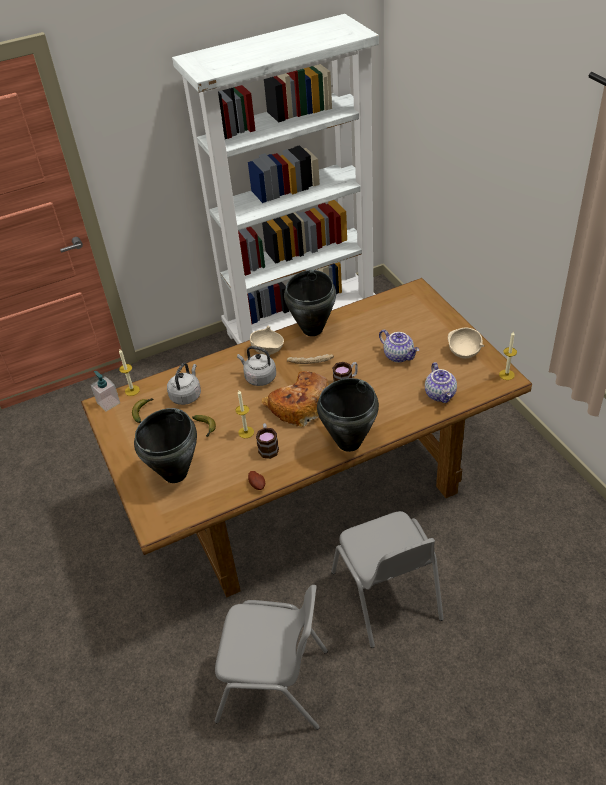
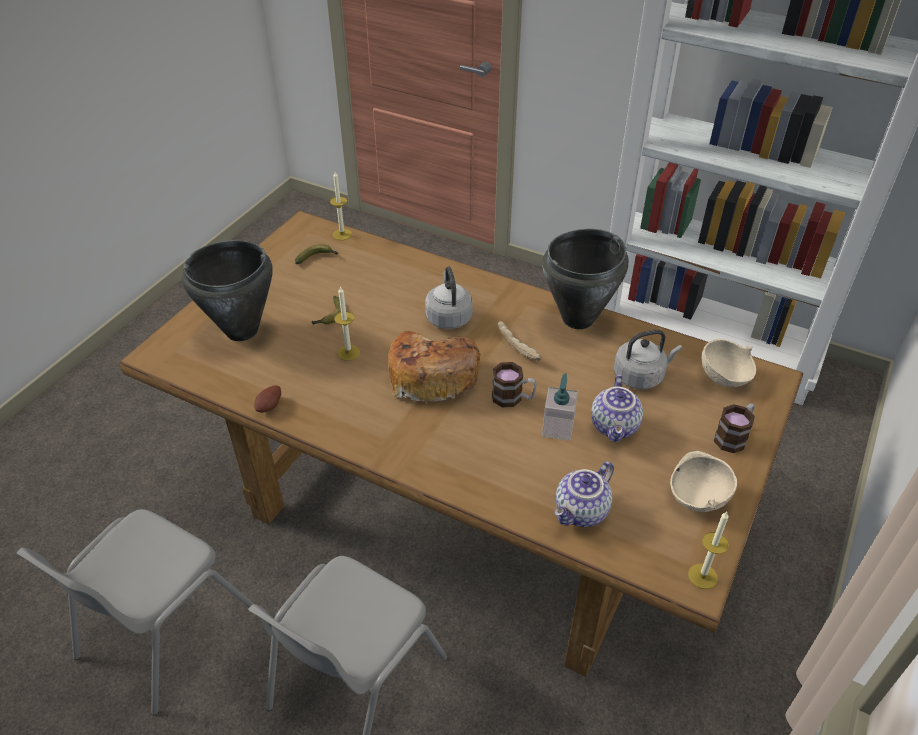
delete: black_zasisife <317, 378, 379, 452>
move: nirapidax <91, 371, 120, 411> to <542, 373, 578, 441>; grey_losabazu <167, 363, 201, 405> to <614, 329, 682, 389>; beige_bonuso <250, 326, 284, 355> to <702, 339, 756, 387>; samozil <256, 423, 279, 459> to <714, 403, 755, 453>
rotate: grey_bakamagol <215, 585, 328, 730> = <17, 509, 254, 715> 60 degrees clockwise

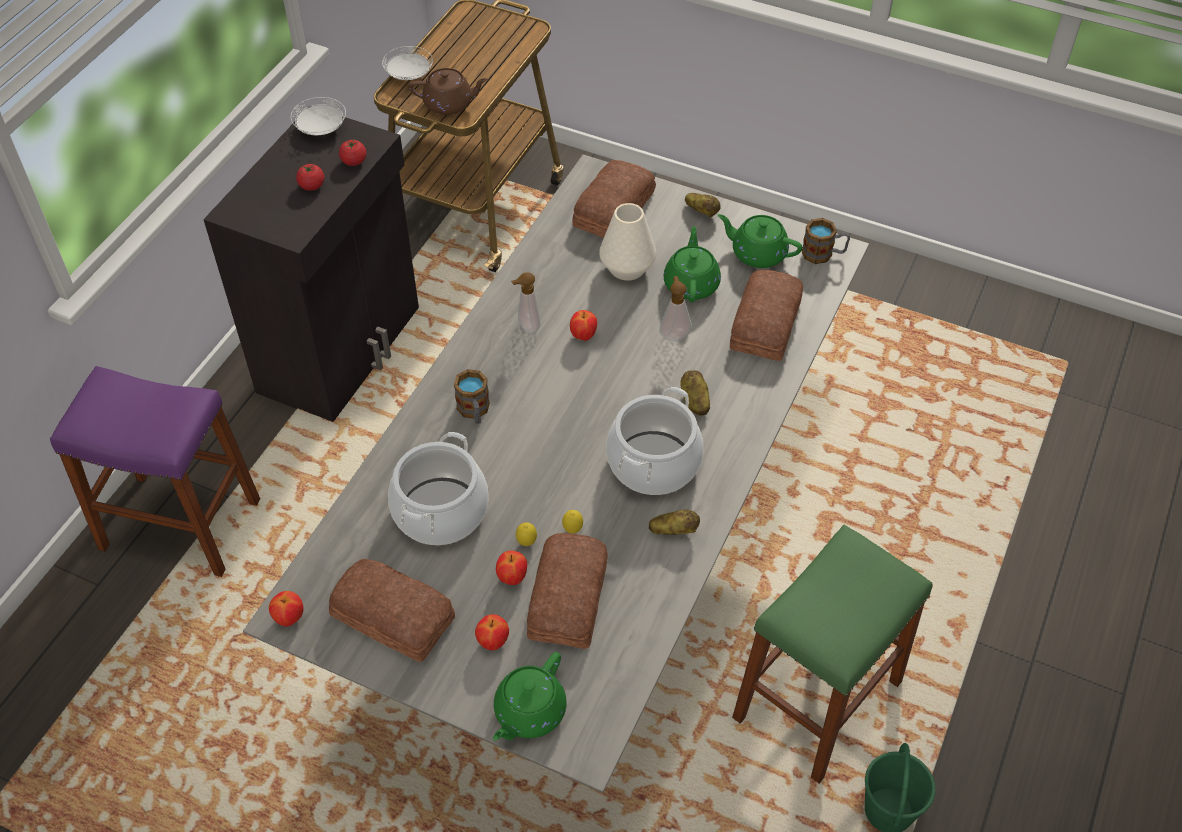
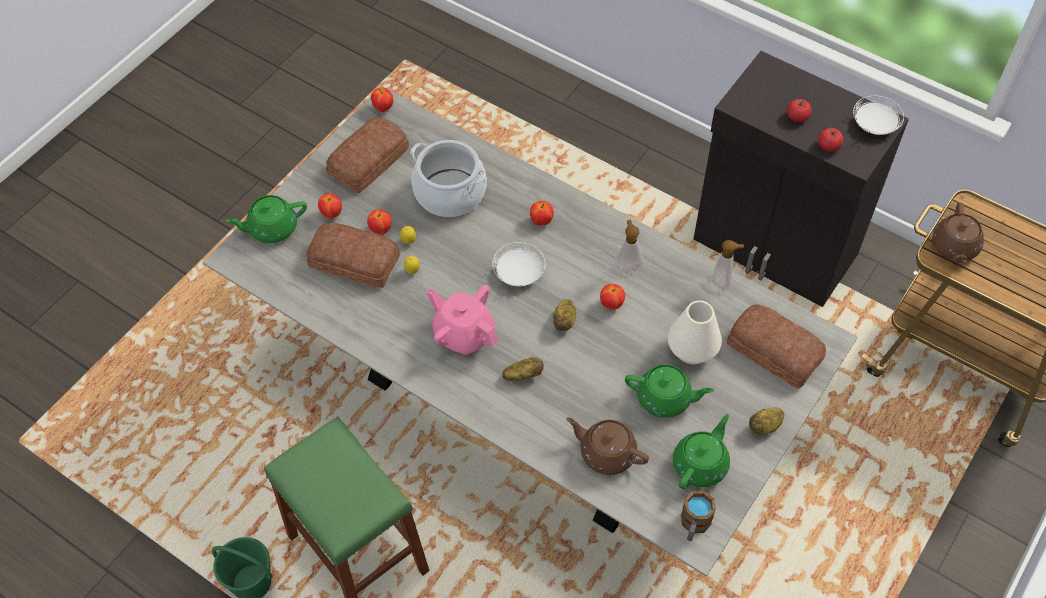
delete: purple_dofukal <50, 366, 260, 577>
move: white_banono <382, 46, 433, 80> to <492, 242, 546, 286>; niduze <649, 509, 700, 535> to <553, 299, 576, 331>; nirapidax <659, 276, 692, 341> to <713, 240, 744, 289>
replace: samozil <454, 369, 490, 424> to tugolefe <530, 201, 554, 226>; zasisife <606, 387, 704, 495> to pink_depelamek <427, 285, 498, 355>; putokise <730, 270, 803, 361> to brown_depelamek <566, 417, 649, 475>
rotate: green_depelamek <493, 652, 567, 741> = <226, 195, 307, 243> 60 degrees counterclockwise

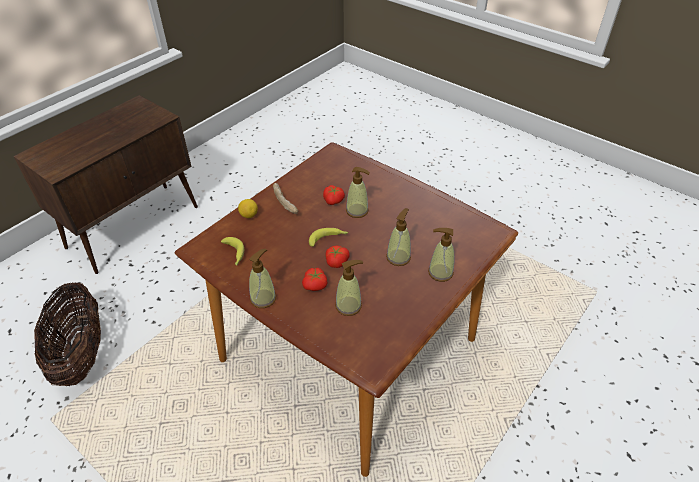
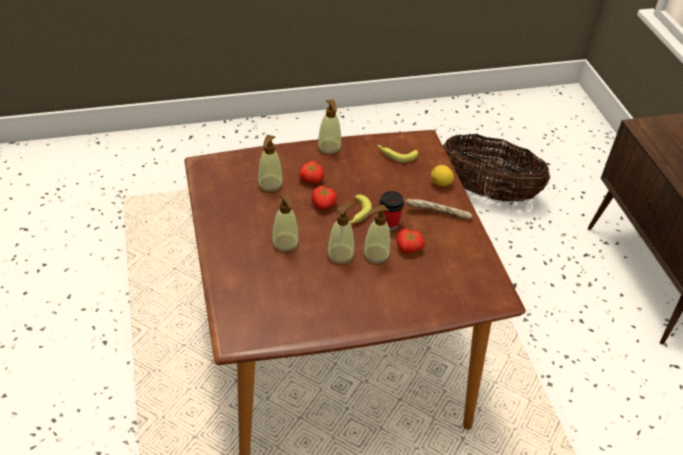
insert: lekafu <379, 191, 404, 230>
move: nirapidax <428, 228, 454, 282> to <326, 202, 356, 265>

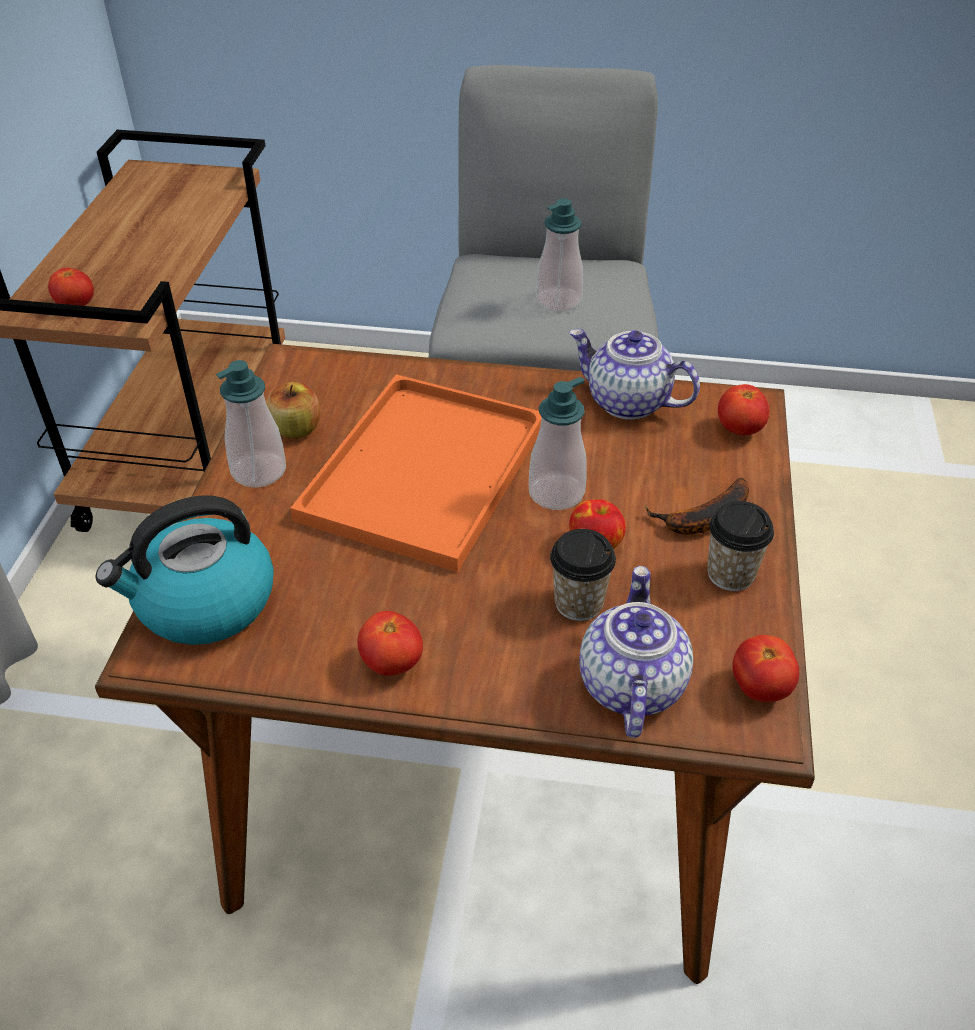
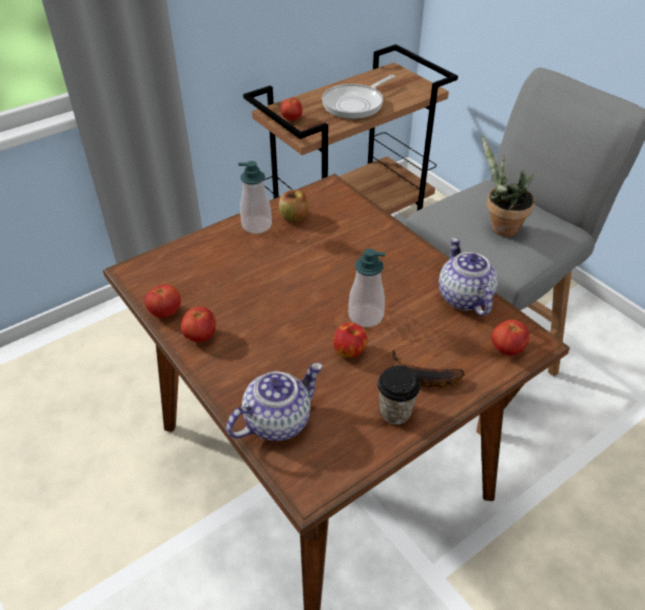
delete: losabazu <96, 495, 274, 645>; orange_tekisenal <290, 374, 541, 572>; lekafu <550, 529, 616, 621>
insert: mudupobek <322, 75, 395, 119>
move: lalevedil <733, 635, 799, 702> to <145, 284, 181, 318>
replace: nirapidax <536, 198, 583, 312> to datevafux <482, 135, 535, 237>

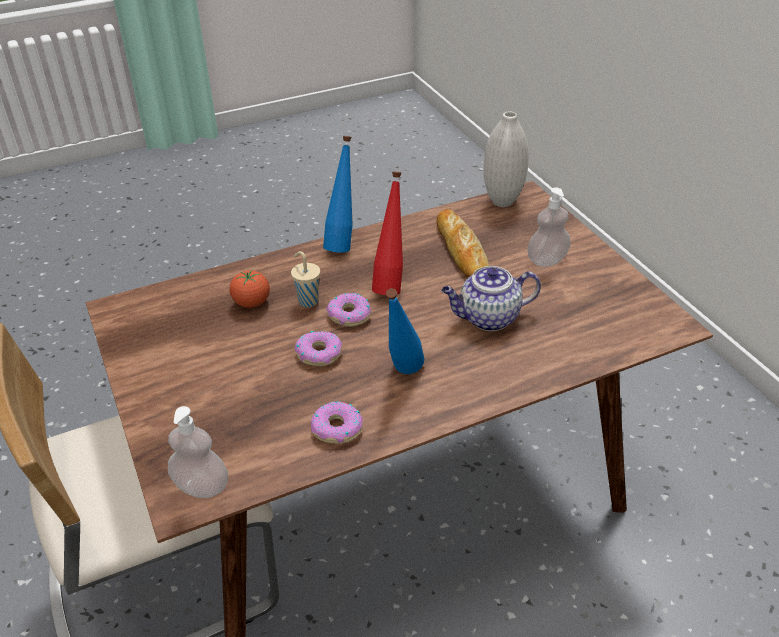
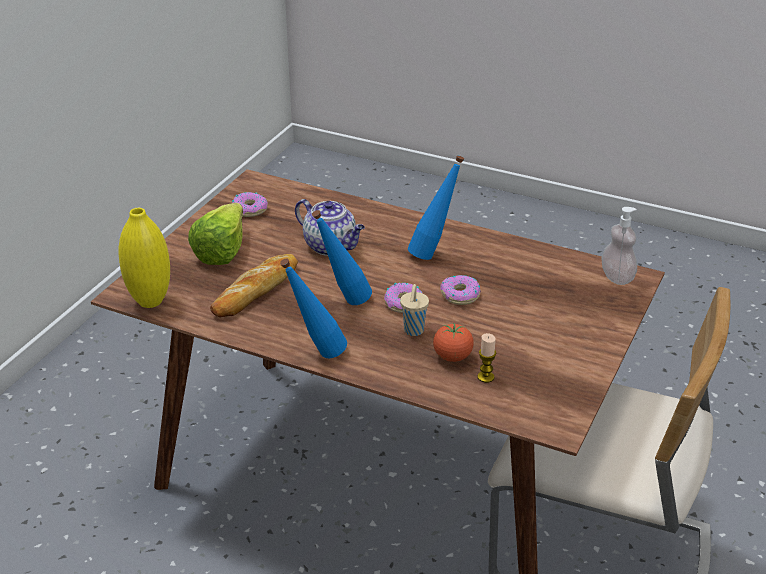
insert: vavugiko <477, 333, 496, 383>
move: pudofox <311, 401, 363, 444> to <232, 192, 268, 217>
replace: nirapidax <527, 187, 571, 267> to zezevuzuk <188, 203, 243, 265>
recolor: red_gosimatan <372, 171, 403, 295> to blue_gosimatan <312, 210, 372, 305>; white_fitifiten <483, 111, 529, 207> to yellow_fitifiten <118, 208, 170, 308>

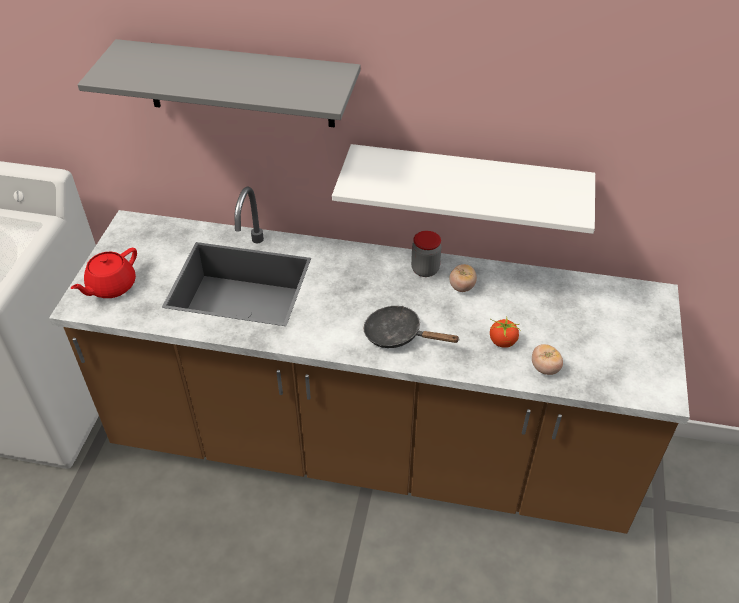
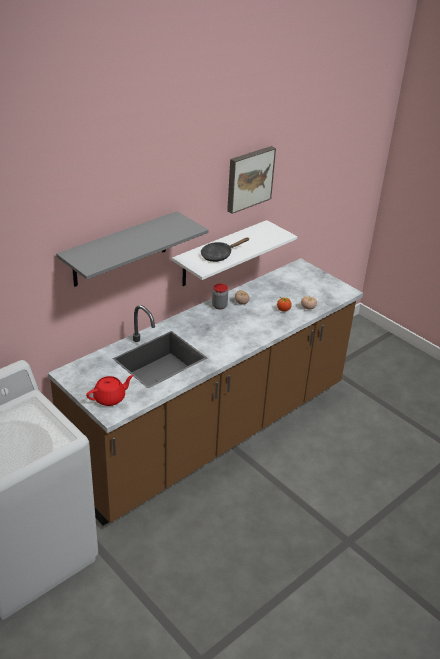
insert: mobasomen <227, 146, 276, 214>
move: black_mudupobek <364, 306, 460, 348> to <201, 237, 249, 262>
rotate: red_depelamek <71, 248, 137, 298> = <86, 375, 134, 406> 105 degrees counterclockwise

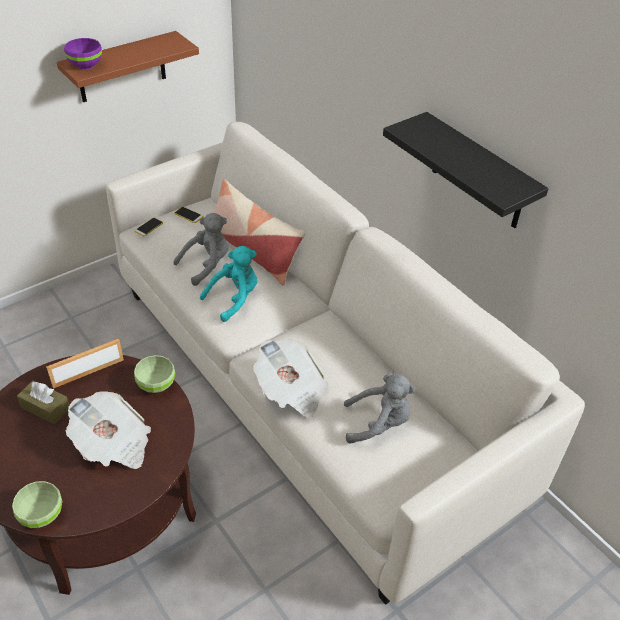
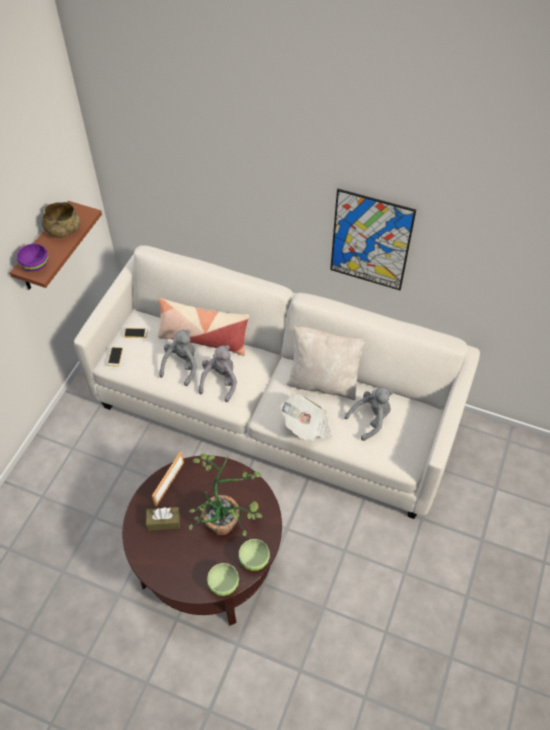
insert: beige_bonuso <41, 202, 81, 238>; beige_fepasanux <287, 326, 366, 400>
move: green_bonuso <134, 355, 175, 393> to <239, 539, 270, 571>
replace: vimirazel <66, 391, 151, 469> to datevafux <189, 453, 263, 536>; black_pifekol <383, 112, 549, 228> to mobasomen <330, 189, 416, 290>
recolor: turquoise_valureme <200, 246, 257, 322> to grey_valureme <199, 345, 237, 402>

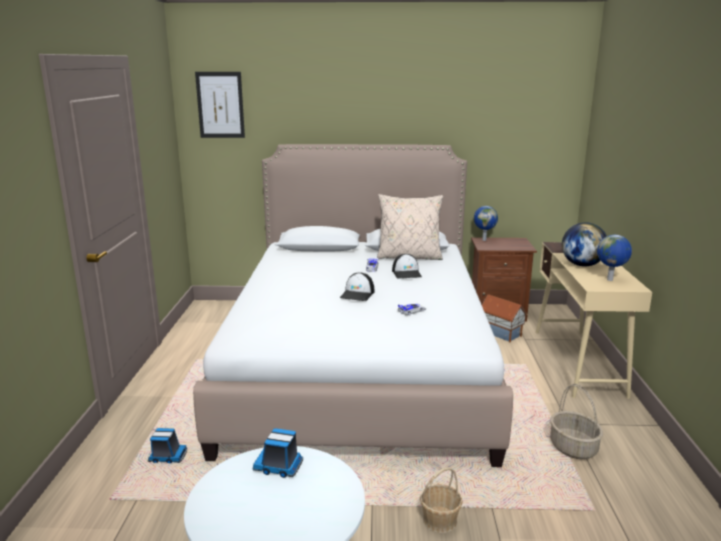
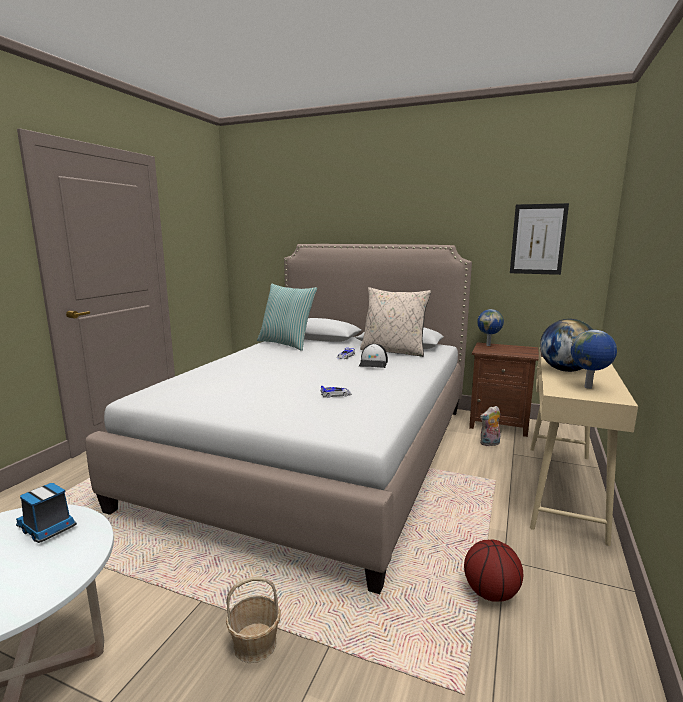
delete: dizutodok <148, 428, 187, 463>; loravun <340, 273, 374, 301>
insert: fepasanux <257, 284, 317, 351>
move: mobasomen <195, 72, 245, 138> to <510, 203, 569, 275>
replace: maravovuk <482, 294, 528, 342> to valureme <480, 406, 500, 446>; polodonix <550, 384, 603, 459> to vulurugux <464, 540, 523, 602>

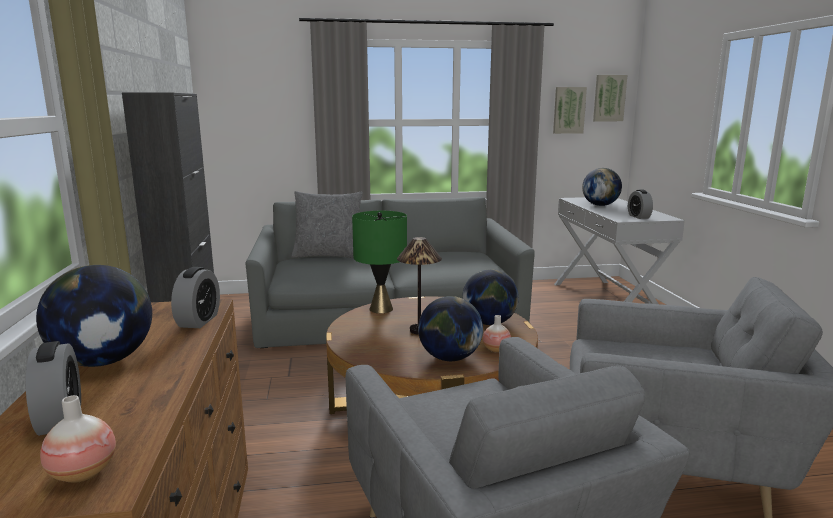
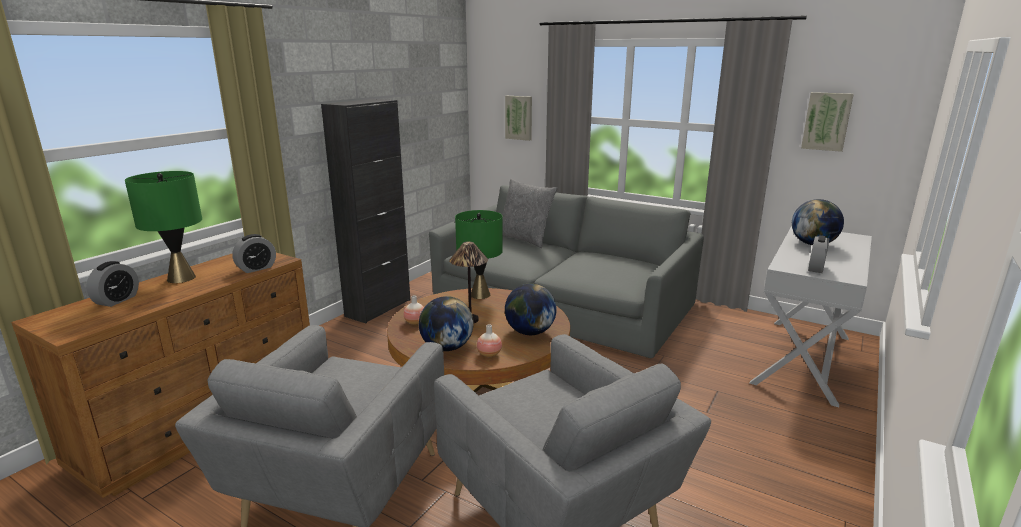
move: fitifiten <40, 395, 116, 483> to <404, 295, 424, 325>; mobasomen <593, 75, 627, 121> to <505, 96, 532, 141>
replace: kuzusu <36, 265, 152, 367> to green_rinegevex <125, 171, 202, 283>

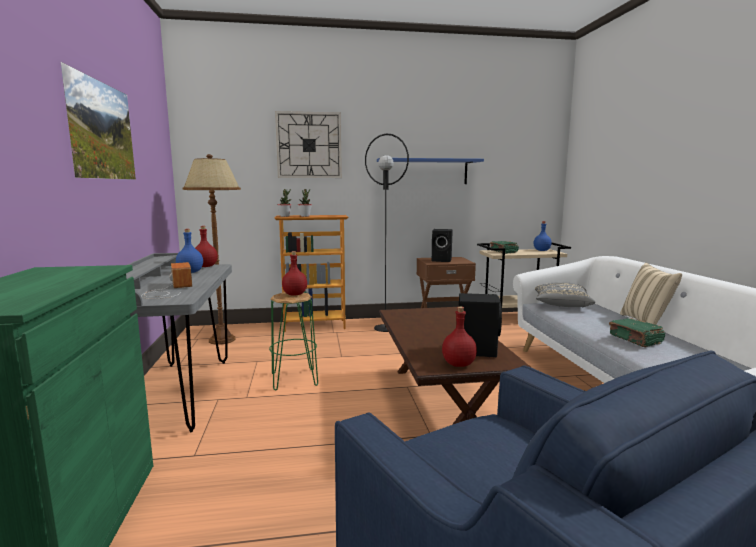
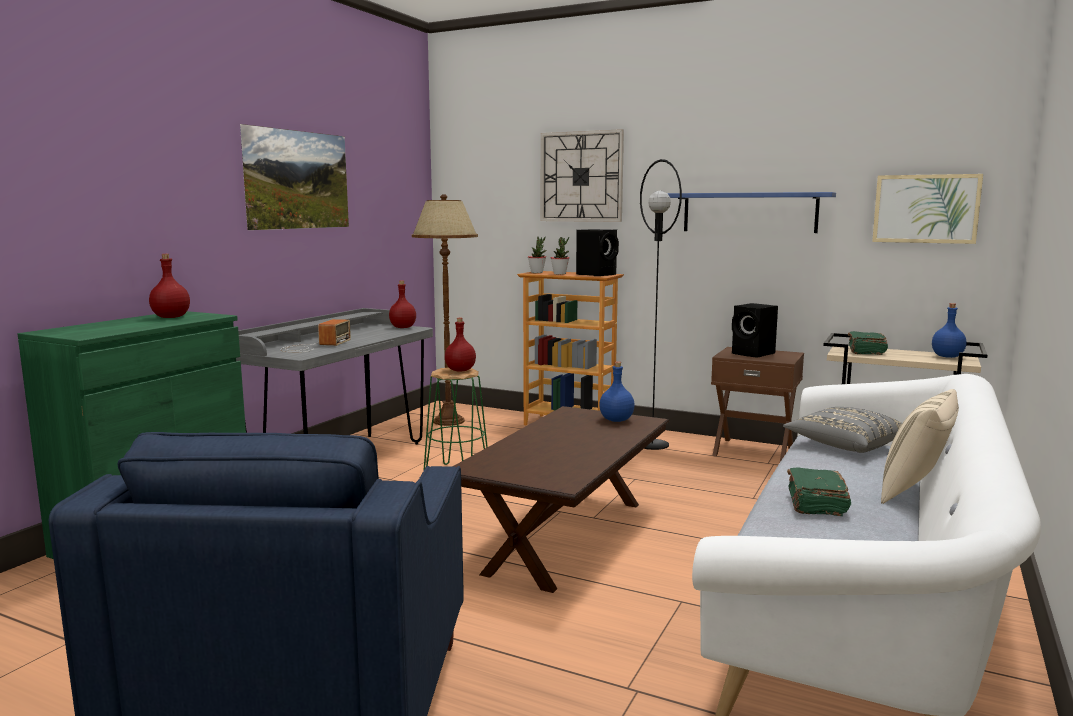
insert: mobasomen <872, 174, 983, 244>
move: blue_gosimatan <176, 229, 203, 273> to <599, 361, 635, 422>; red_gosimatan <442, 306, 477, 367> to <149, 254, 190, 318>; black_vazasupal <459, 293, 502, 357> to <576, 229, 619, 276>

